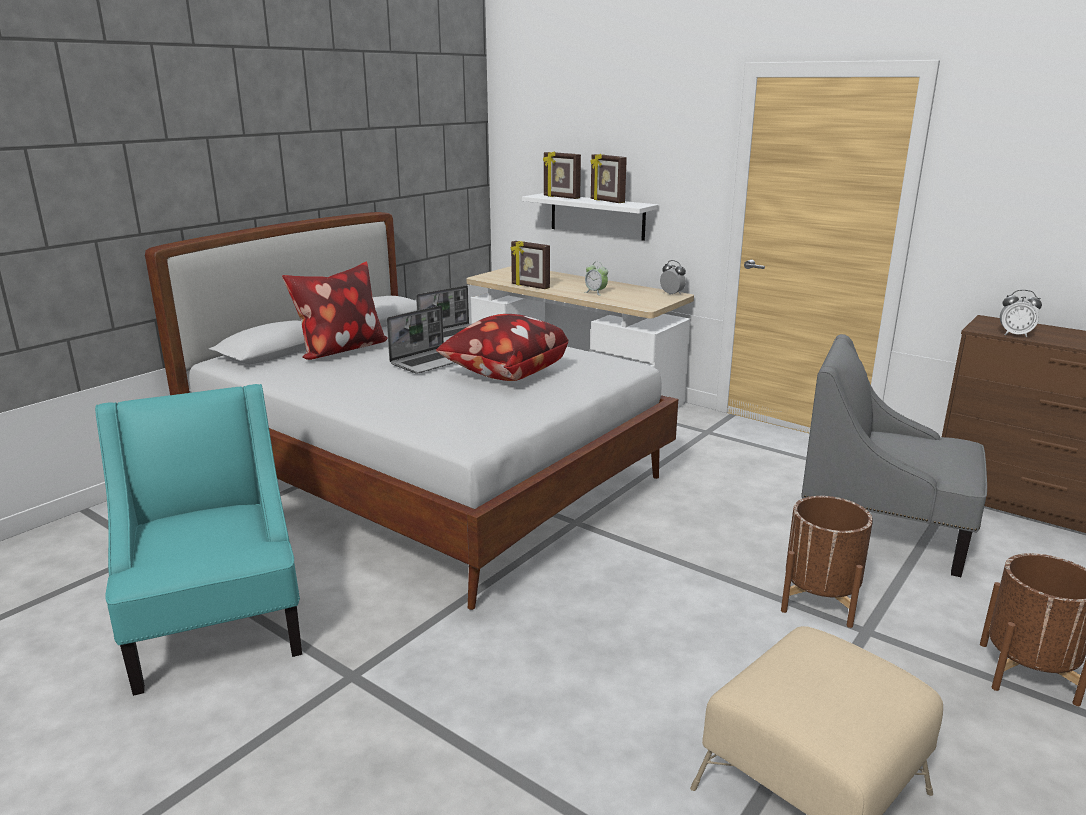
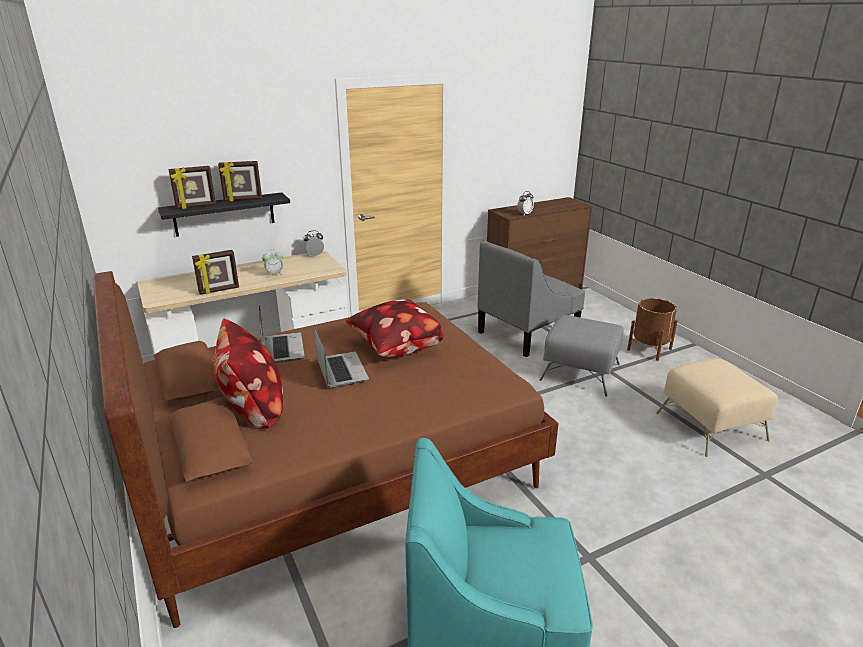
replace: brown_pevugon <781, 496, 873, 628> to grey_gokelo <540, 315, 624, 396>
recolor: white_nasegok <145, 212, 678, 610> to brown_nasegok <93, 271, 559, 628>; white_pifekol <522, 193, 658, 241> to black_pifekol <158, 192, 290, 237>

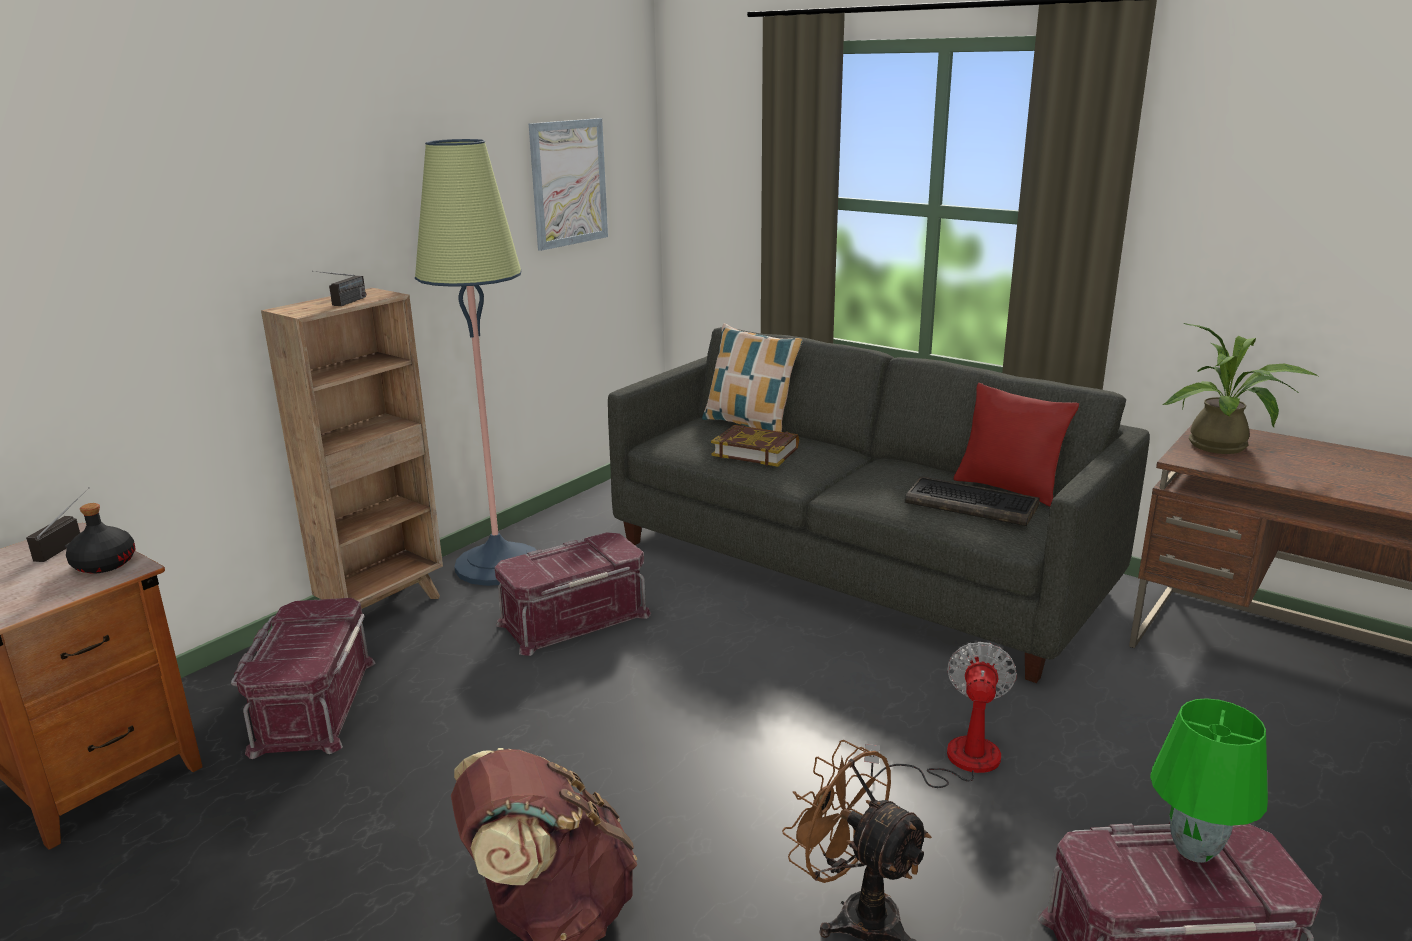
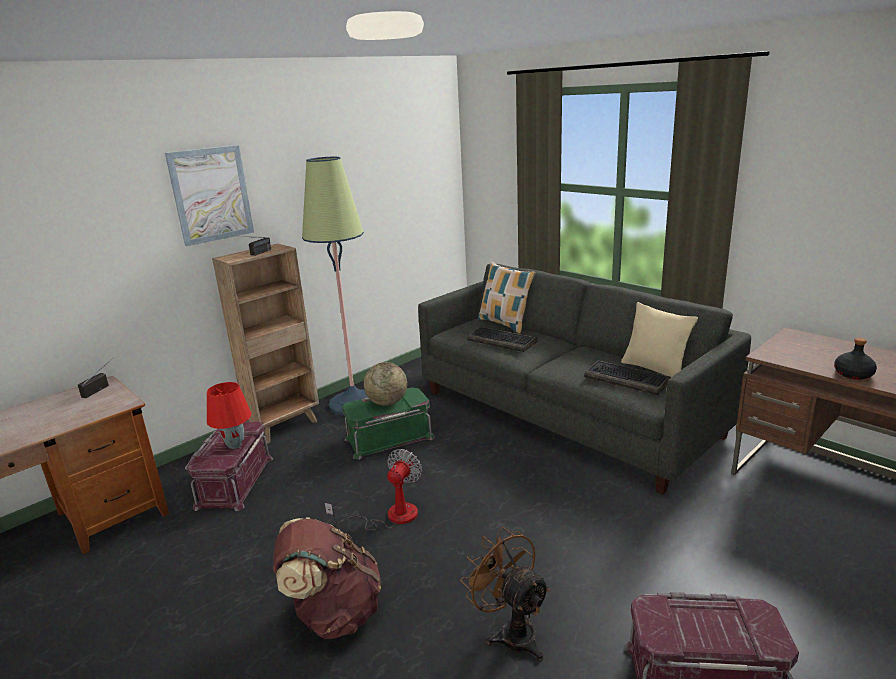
delete: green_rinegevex <1150, 698, 1268, 863>; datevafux <1162, 323, 1318, 454>
insert: red_rinegevex <207, 382, 251, 449>; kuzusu <364, 362, 407, 406>
move: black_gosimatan <66, 503, 135, 574> to <834, 338, 877, 380>; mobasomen <529, 118, 608, 251> to <165, 145, 254, 246>; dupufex <864, 642, 1017, 788> to <325, 449, 422, 531>
replace: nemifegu <711, 425, 799, 467> to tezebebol <467, 327, 537, 352>
recolor: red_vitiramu <495, 532, 651, 656> to green_vitiramu <342, 387, 435, 459>; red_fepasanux <954, 383, 1079, 506> to beige_fepasanux <621, 302, 698, 377>

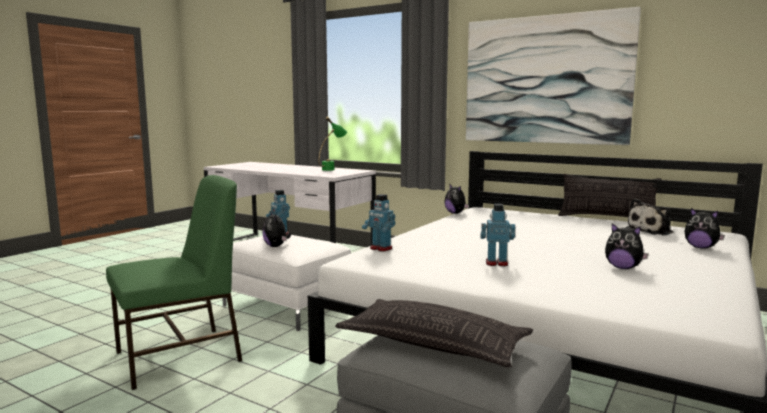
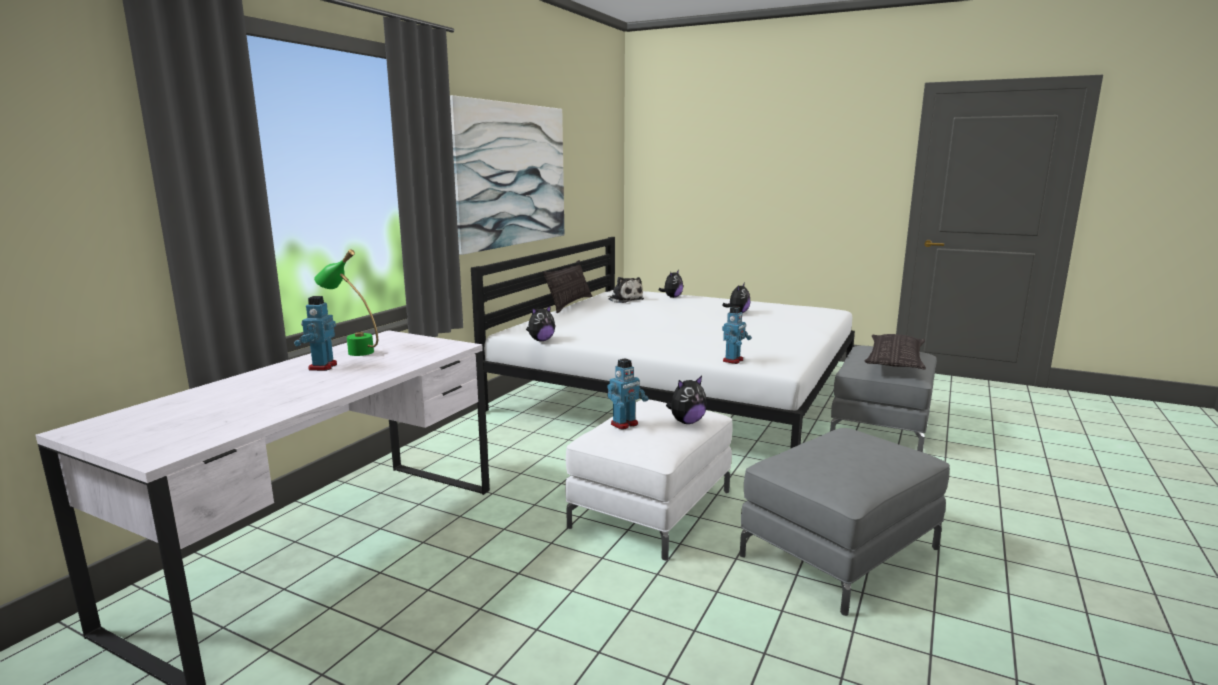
move: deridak <480, 204, 515, 266> to <294, 296, 337, 371>
replace: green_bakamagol <106, 175, 242, 390> to grey_gokelo <740, 428, 950, 616>

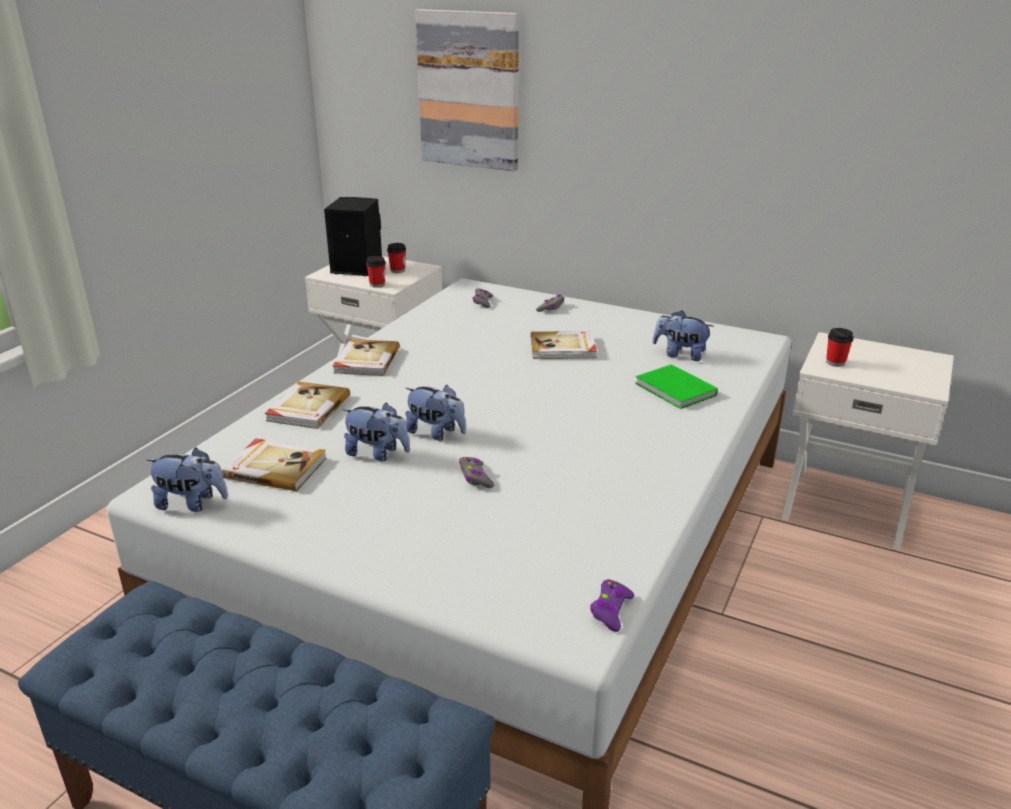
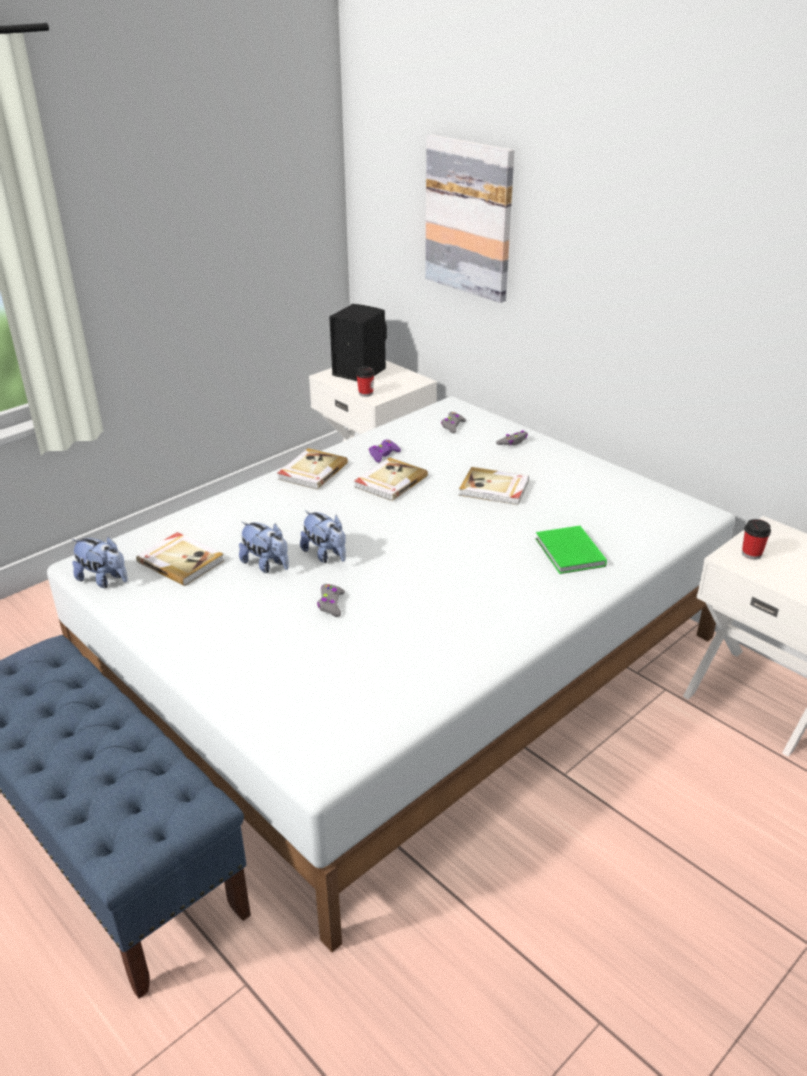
delete: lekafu <387, 243, 406, 273>; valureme <652, 310, 713, 361>
move: nemifegu <265, 382, 350, 429> to <355, 457, 428, 501>; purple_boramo <590, 579, 634, 632> to <369, 439, 401, 463>

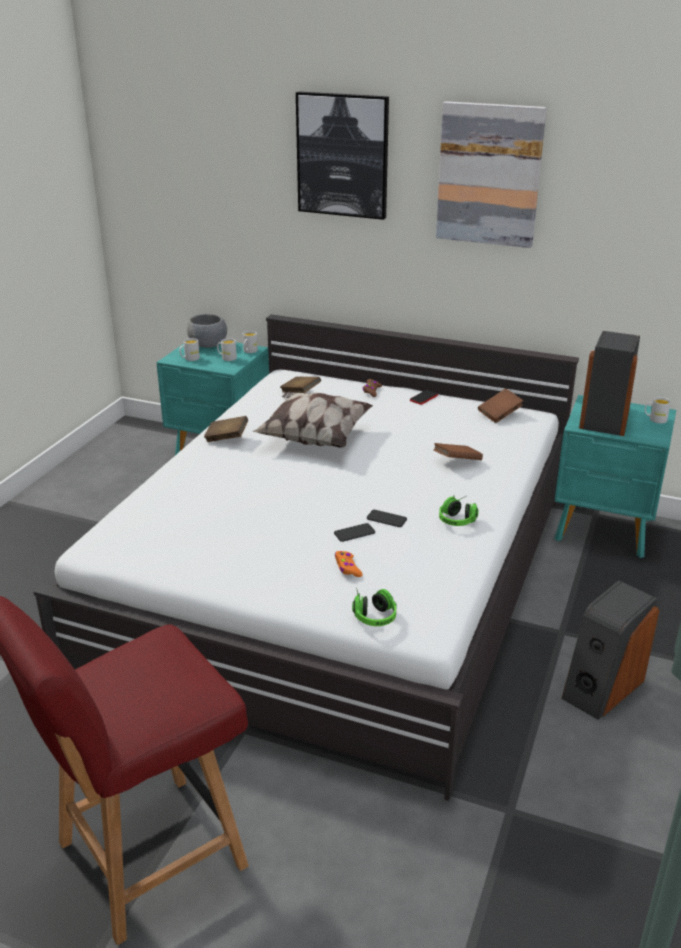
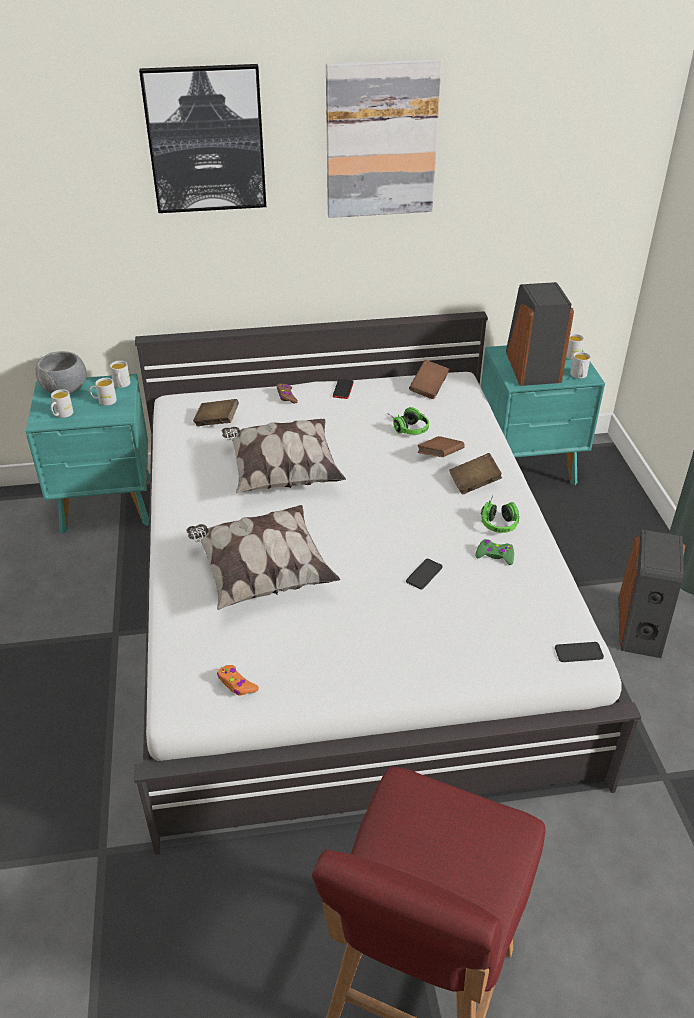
insert: fepasanux <186, 505, 341, 610>; green_boramo <475, 539, 514, 565>; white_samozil <570, 352, 591, 379>
move: brown_nemifegu <204, 416, 248, 442> to <449, 453, 502, 495>; orange_boramo <335, 551, 363, 577> to <217, 665, 259, 696>; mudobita <352, 587, 396, 626> to <387, 407, 429, 435>; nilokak <367, 510, 407, 527> to <555, 642, 604, 662>

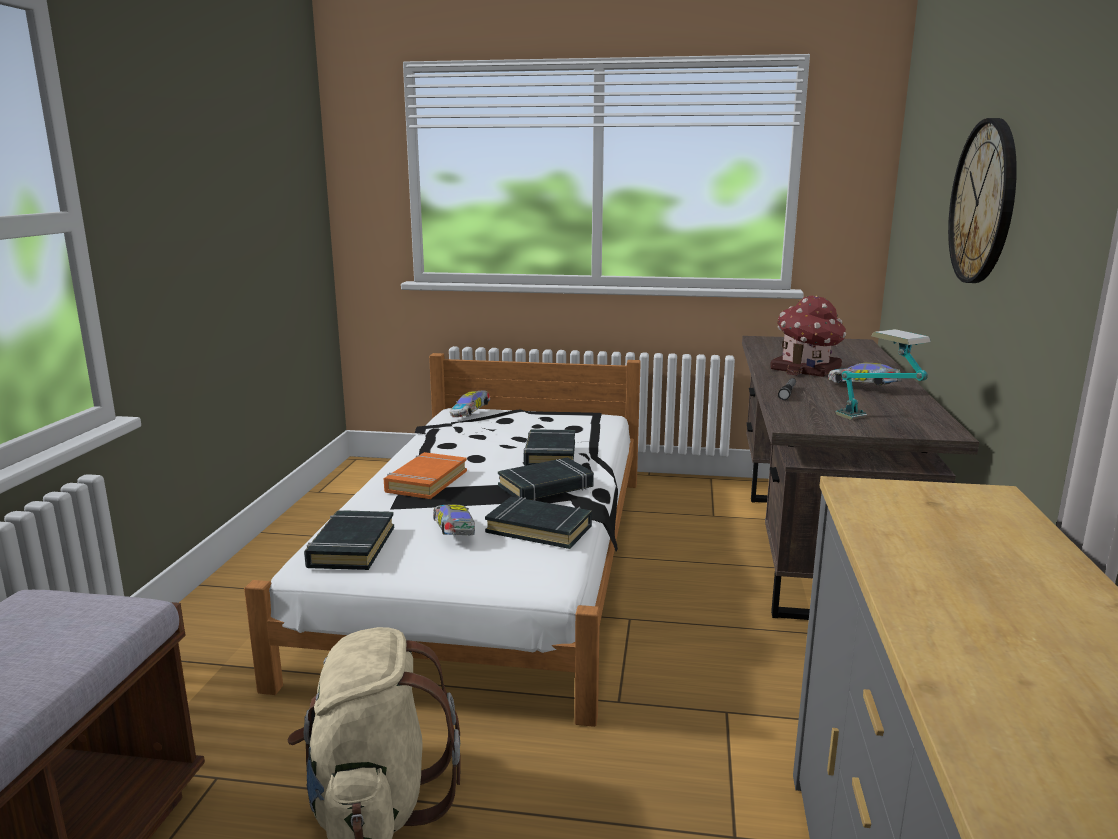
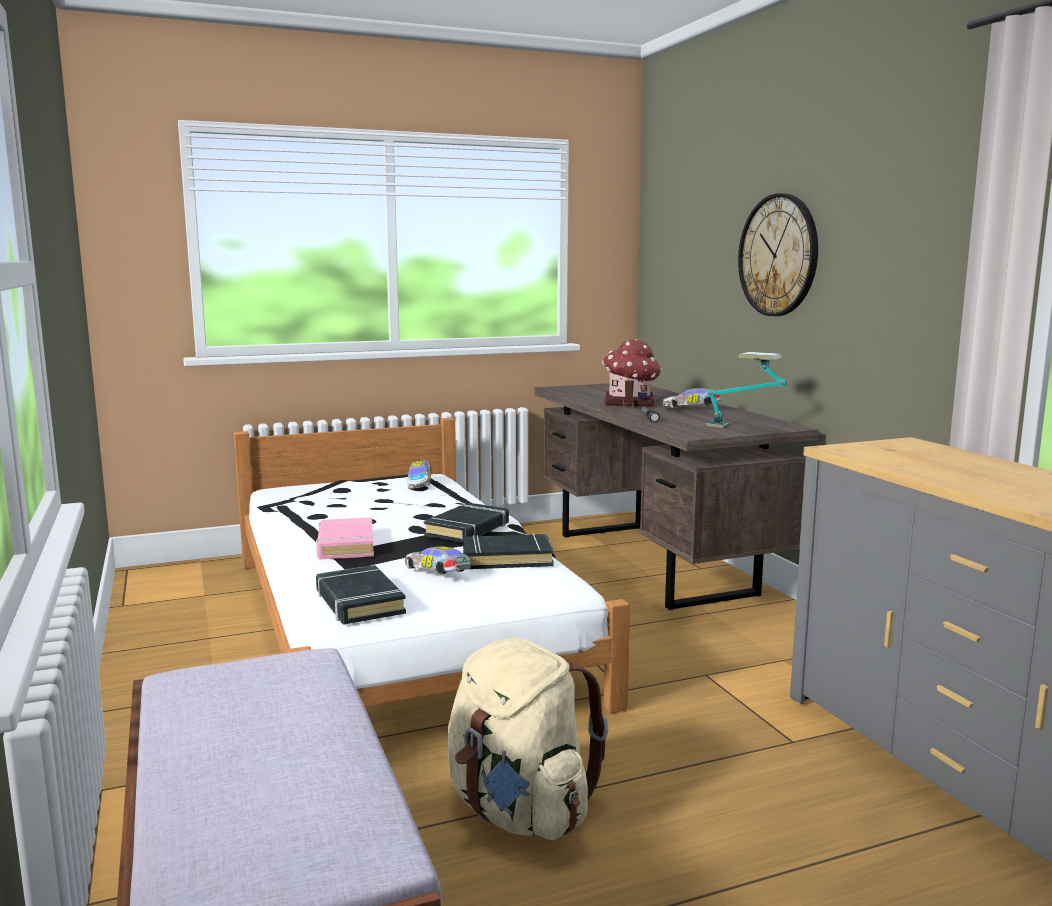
delete: black_nemifegu <523, 429, 575, 466>
move: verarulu <450, 390, 490, 417> to <406, 460, 432, 489>
recolor: orange_nemifegu <384, 452, 467, 499> to pink_nemifegu <316, 517, 374, 560>

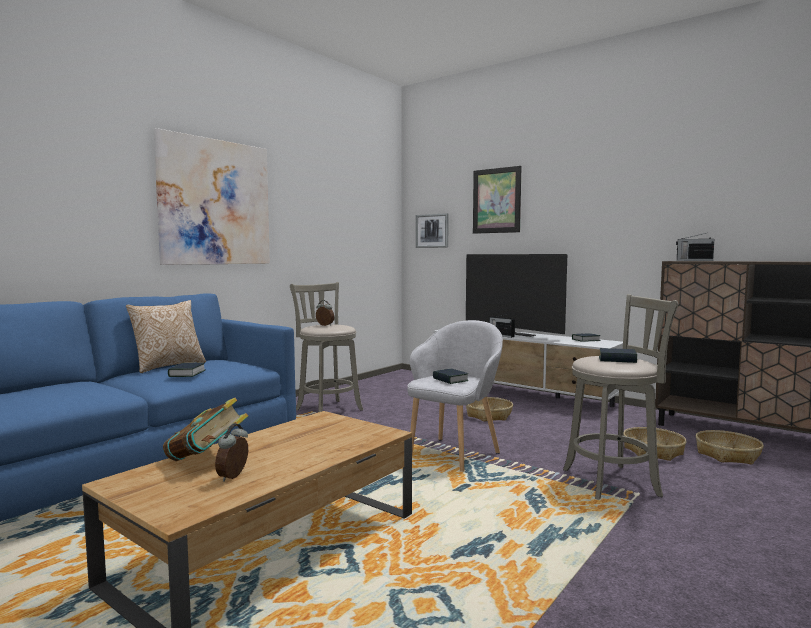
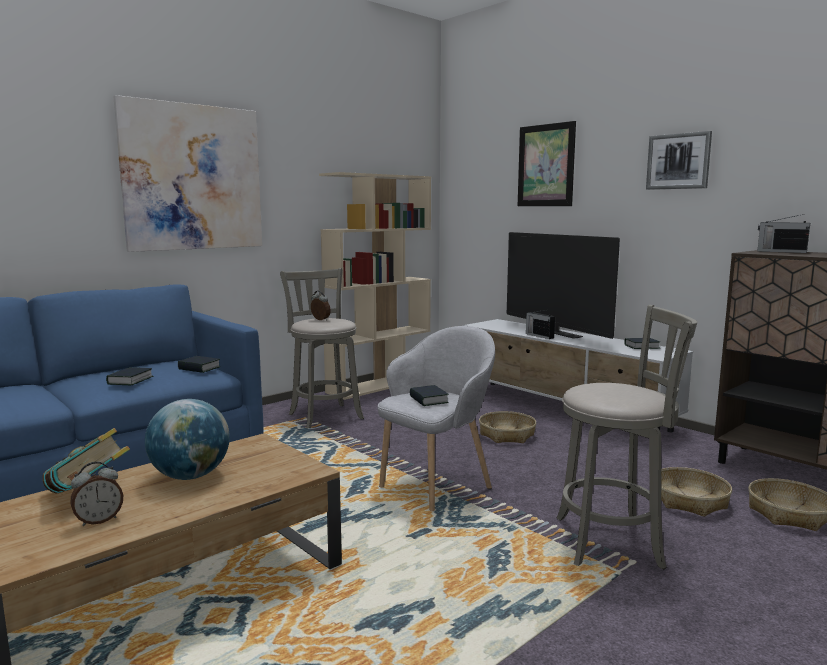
delete: fepasanux <126, 300, 206, 373>
insert: kuzusu <145, 399, 230, 480>; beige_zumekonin <319, 172, 431, 400>
move: mobasomen <416, 213, 449, 248> to <646, 131, 712, 190>; nemifegu <599, 348, 637, 363> to <178, 356, 221, 373>
rotate: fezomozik <215, 424, 248, 482> = <70, 462, 123, 526> 150 degrees counterclockwise

